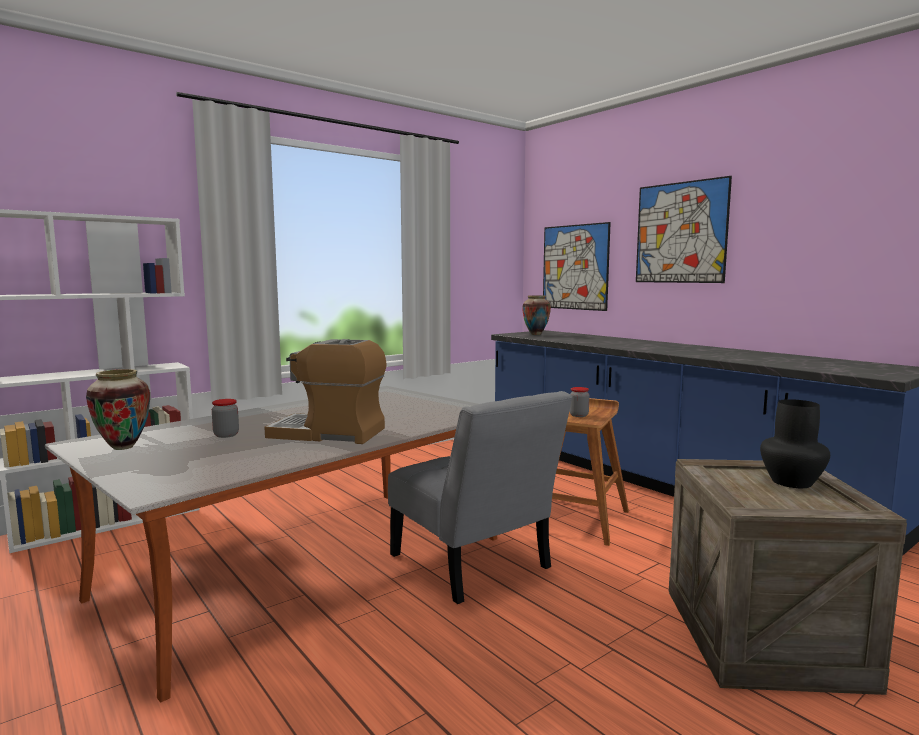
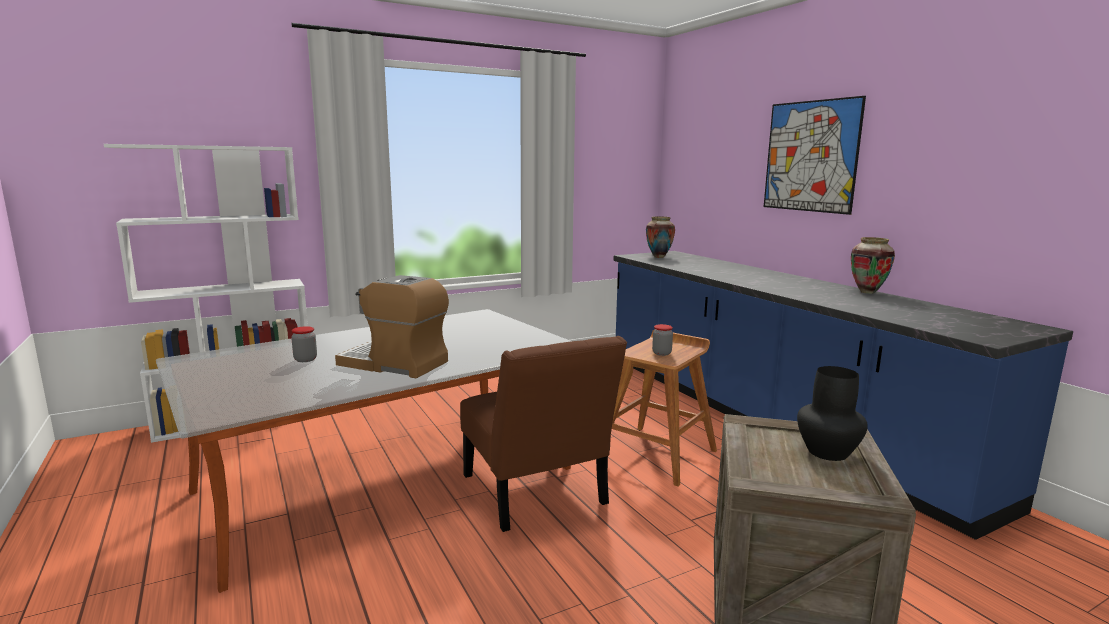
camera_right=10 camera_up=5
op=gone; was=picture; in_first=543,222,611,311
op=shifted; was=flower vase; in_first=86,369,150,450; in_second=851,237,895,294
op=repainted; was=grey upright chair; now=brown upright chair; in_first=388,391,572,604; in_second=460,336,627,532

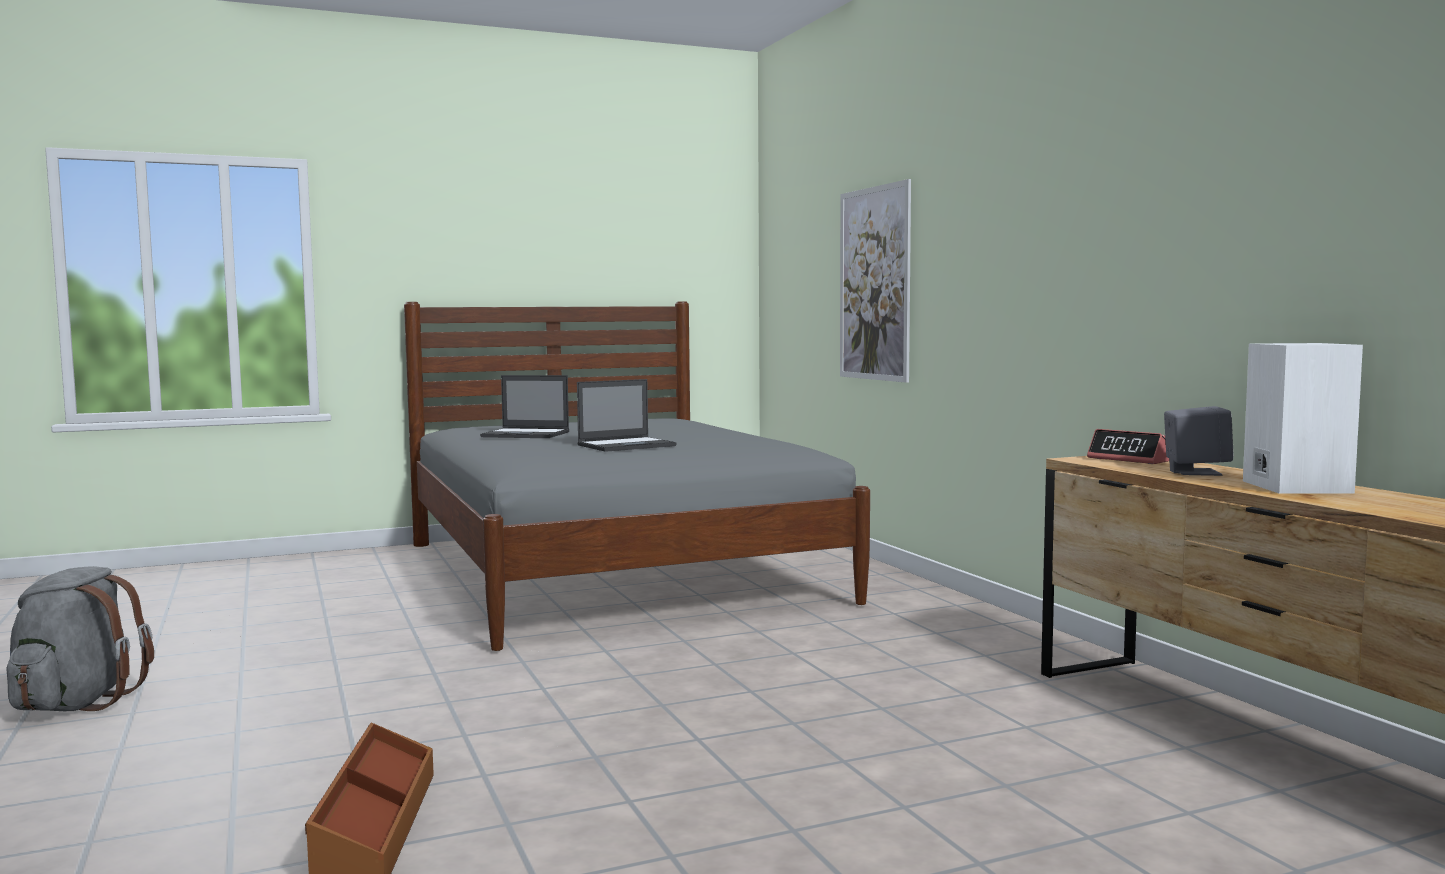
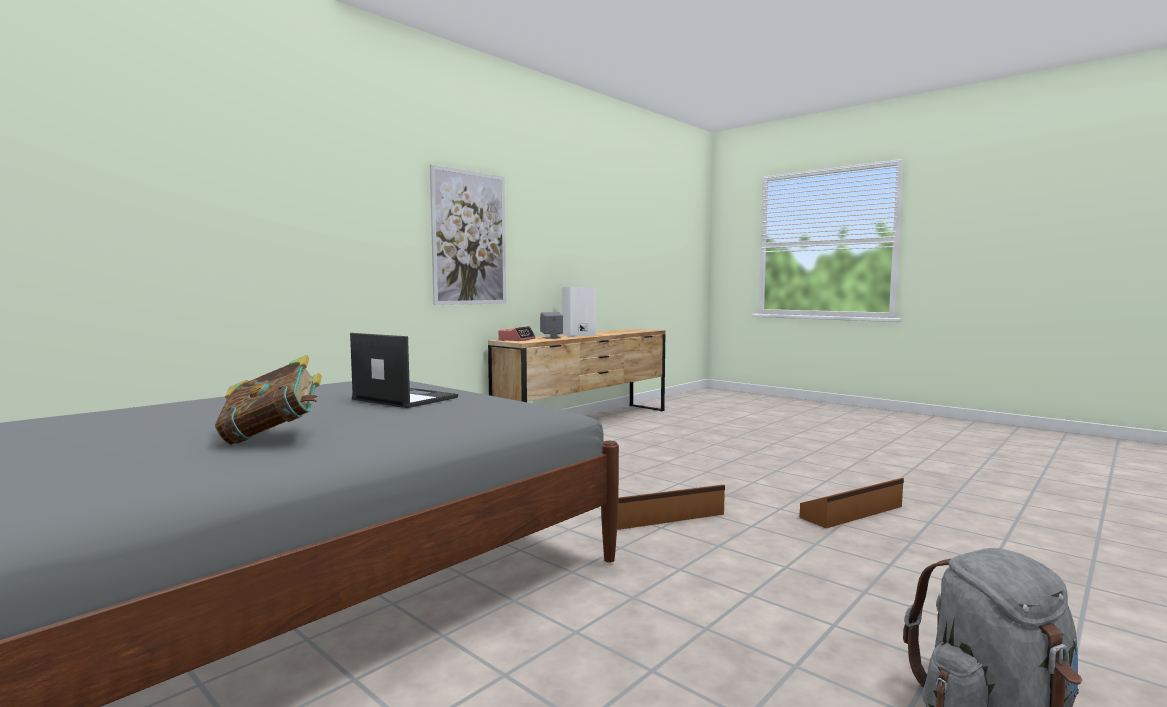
camera_right=-115 camera_up=0
op=new; now=brown storage bin; in_second=617,485,725,530
op=shifted; was=picture; in_first=840,179,911,383; in_second=430,164,506,305
op=swapped; was=portable computer; now=bound book; in_first=480,375,569,438; in_second=215,355,322,445

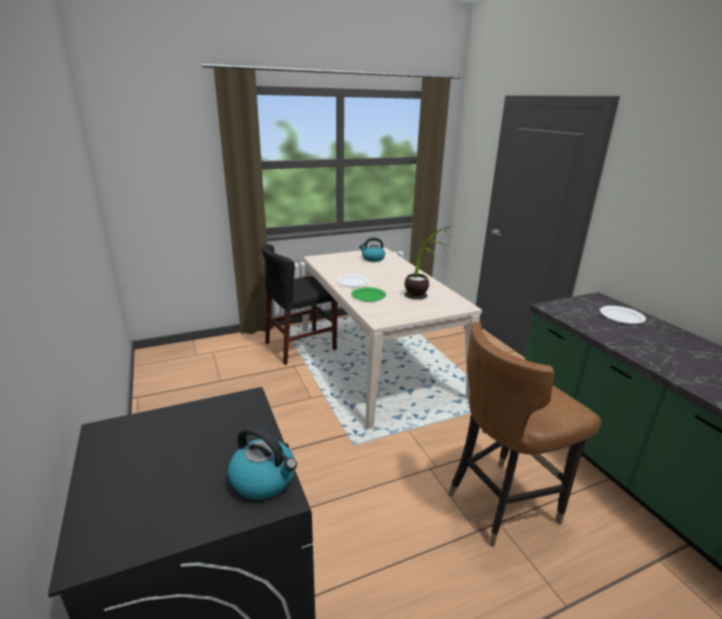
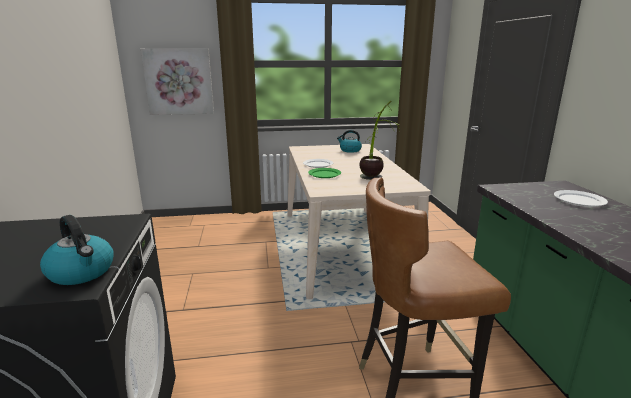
camera_right=15 camera_up=-5
op=gone; was=black upright chair; in_first=261,244,338,365
op=new; now=picture; in_second=141,48,214,115

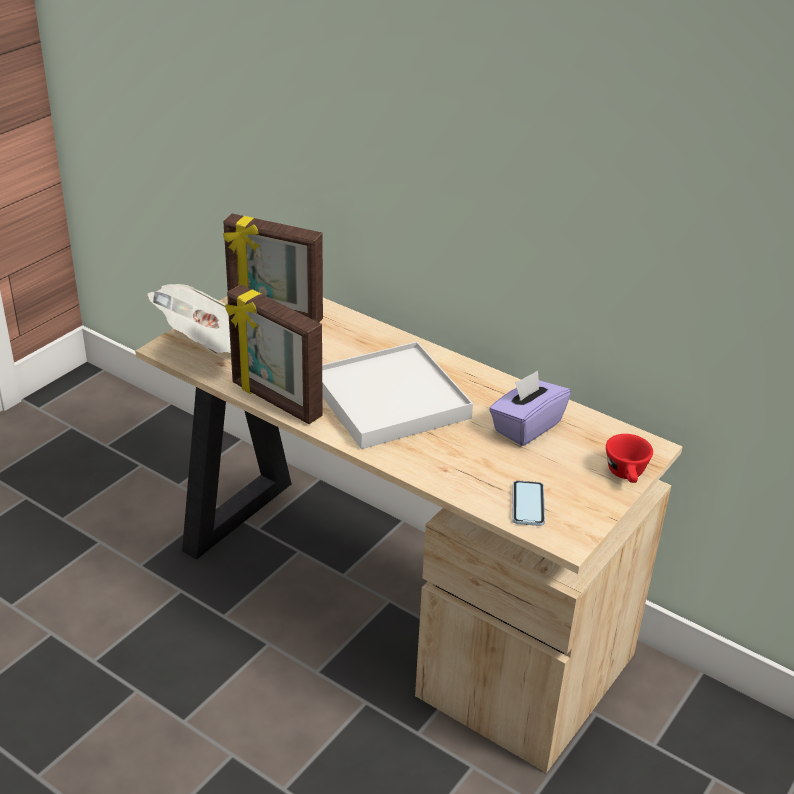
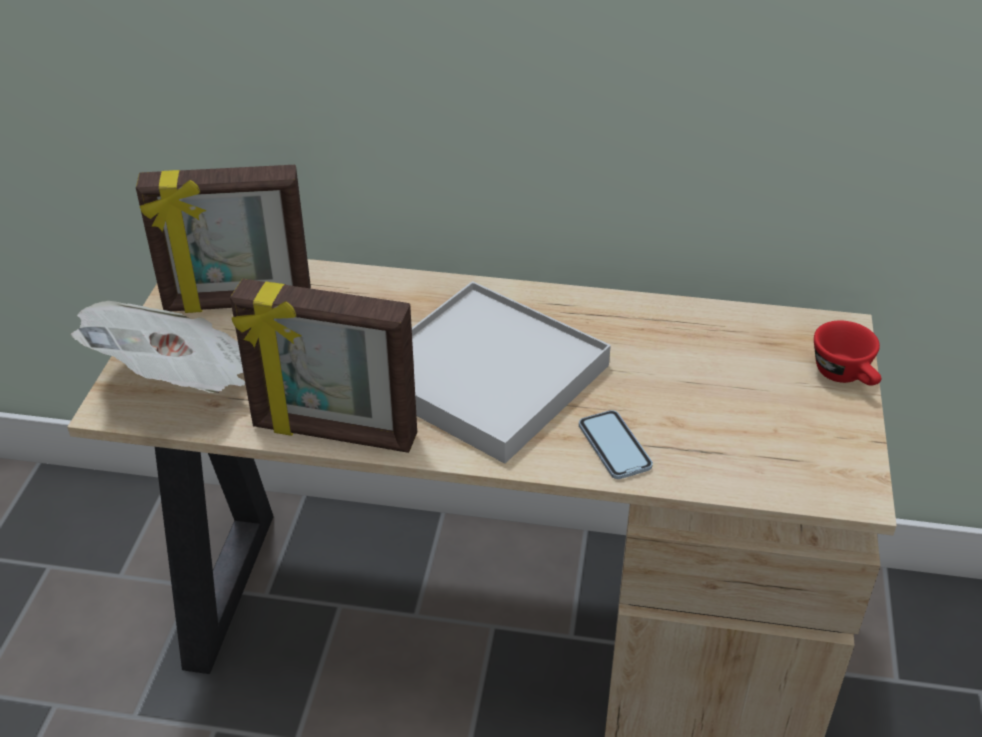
camera_right=-25 camera_up=5
op=gone; was=purple-coloured tissue box; in_first=489,370,571,446
op=shifted; was=handset; in_first=512,480,545,526; in_second=579,410,653,479

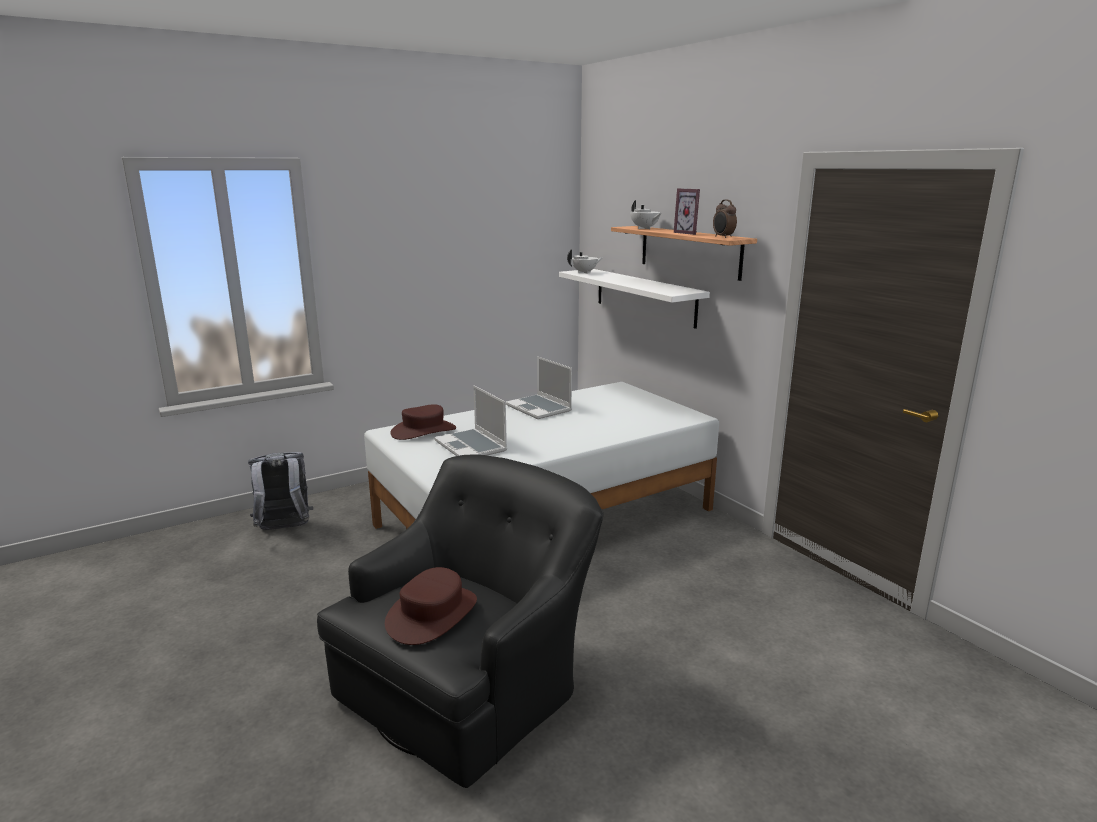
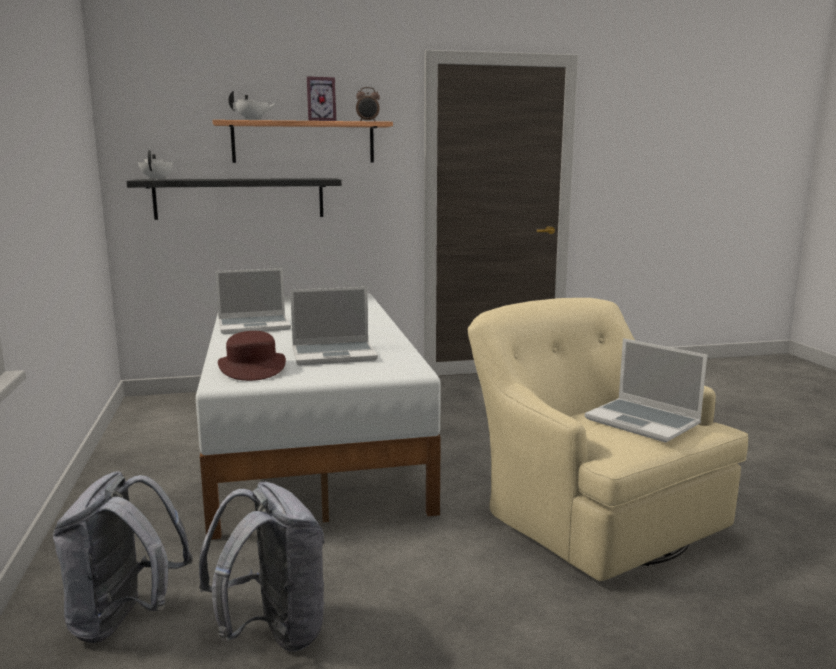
camera_right=-70 camera_up=-5
op=new; now=grey backpack; in_second=199,482,326,652
op=swapped; was=brown hat; now=portable computer; in_first=385,567,477,645; in_second=585,338,707,443
op=repainted; was=black easy chair; now=sand-coloured easy chair; in_first=317,454,603,788; in_second=468,298,748,581
op=repainted; was=whitish bracket shelf; now=black bracket shelf; in_first=559,269,710,329; in_second=126,178,342,220

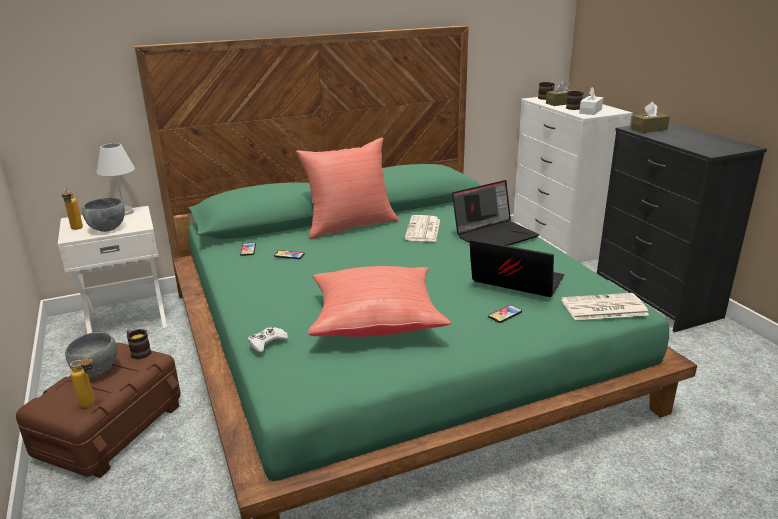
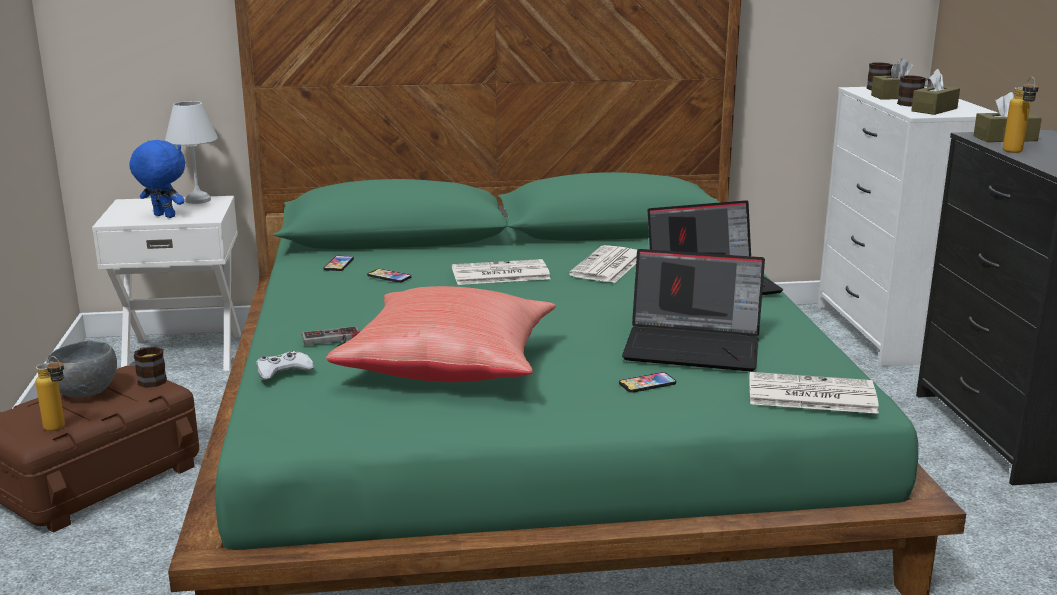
camera_right=15 camera_up=-5
op=gone; was=red throw pillow; in_first=296,138,399,239
op=new; now=joypad; in_second=302,326,360,346
op=new; now=printed paper; in_second=452,259,551,285
op=shifted; was=beverage bottle; in_first=62,188,83,230; in_second=1003,77,1039,153
op=swapped; was=grey bowl; now=bluish cuddly toy; in_first=82,197,125,232; in_second=129,140,185,218
op=repainted; was=whitish tissue box; now=brown tissue box; in_first=579,87,603,115; in_second=911,69,960,115
op=rotated; was=portable computer; in_first=469,239,564,297; in_second=622,249,765,371; clockwise=150

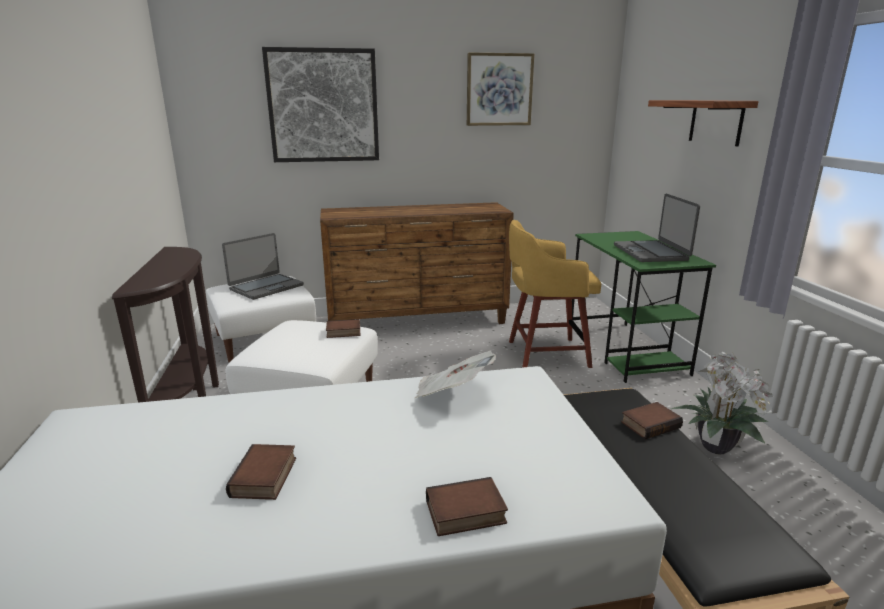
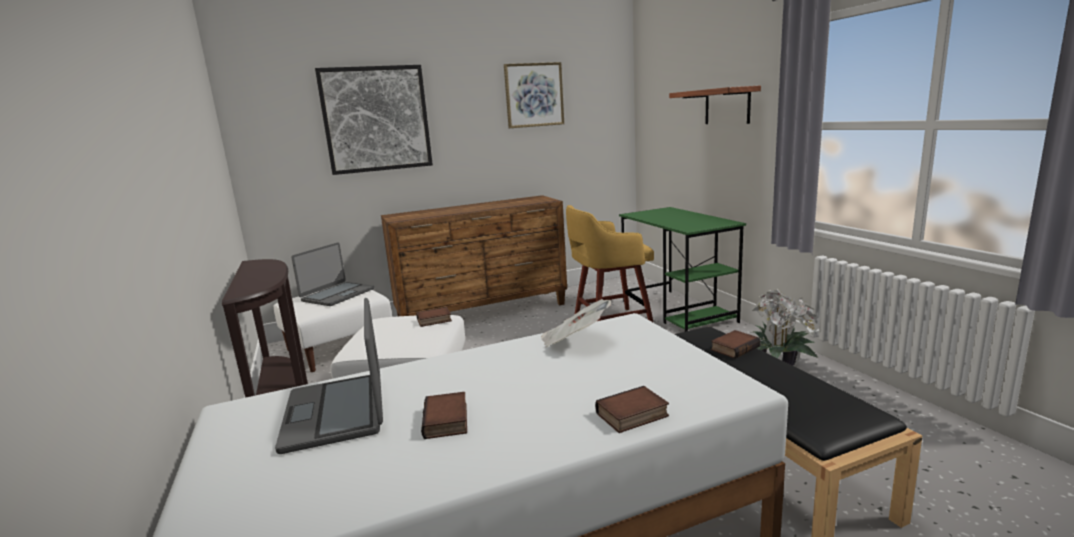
camera_right=-10 camera_up=-5
op=shifted; was=portable computer; in_first=614,193,700,262; in_second=275,298,383,454

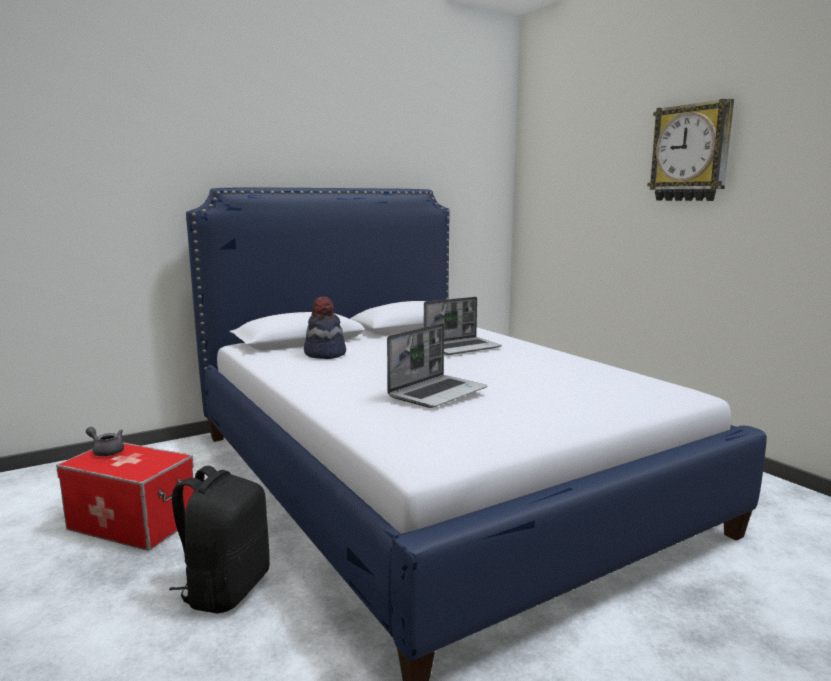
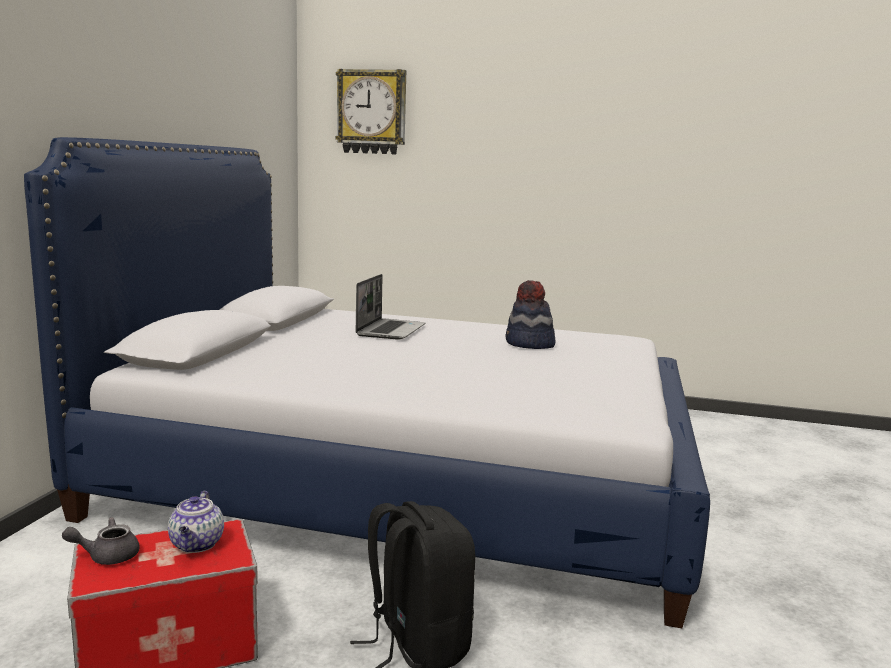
camera_right=-45 camera_up=0
op=gone; was=portable computer; in_first=387,323,488,408
op=new; now=pot for tea; in_second=168,491,224,553
op=shifted; was=hat; in_first=304,296,346,359; in_second=506,280,555,349
op=shifted; was=wall clock; in_first=648,99,734,201; in_second=335,69,406,154

